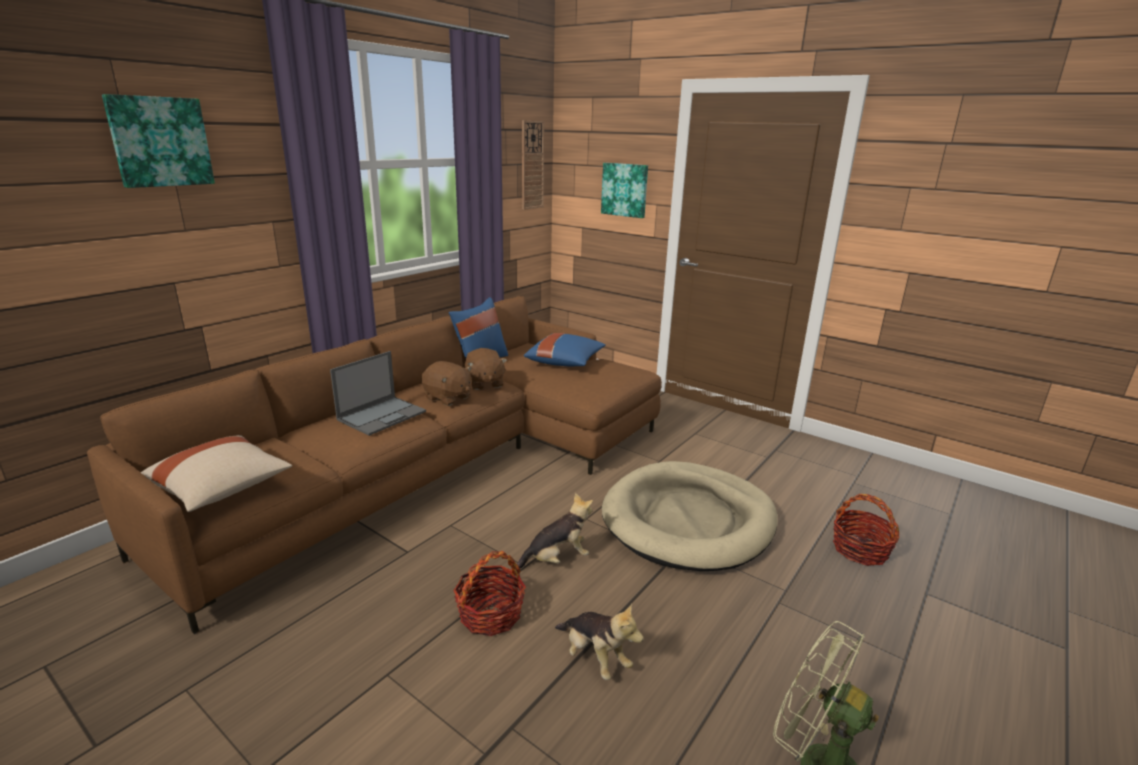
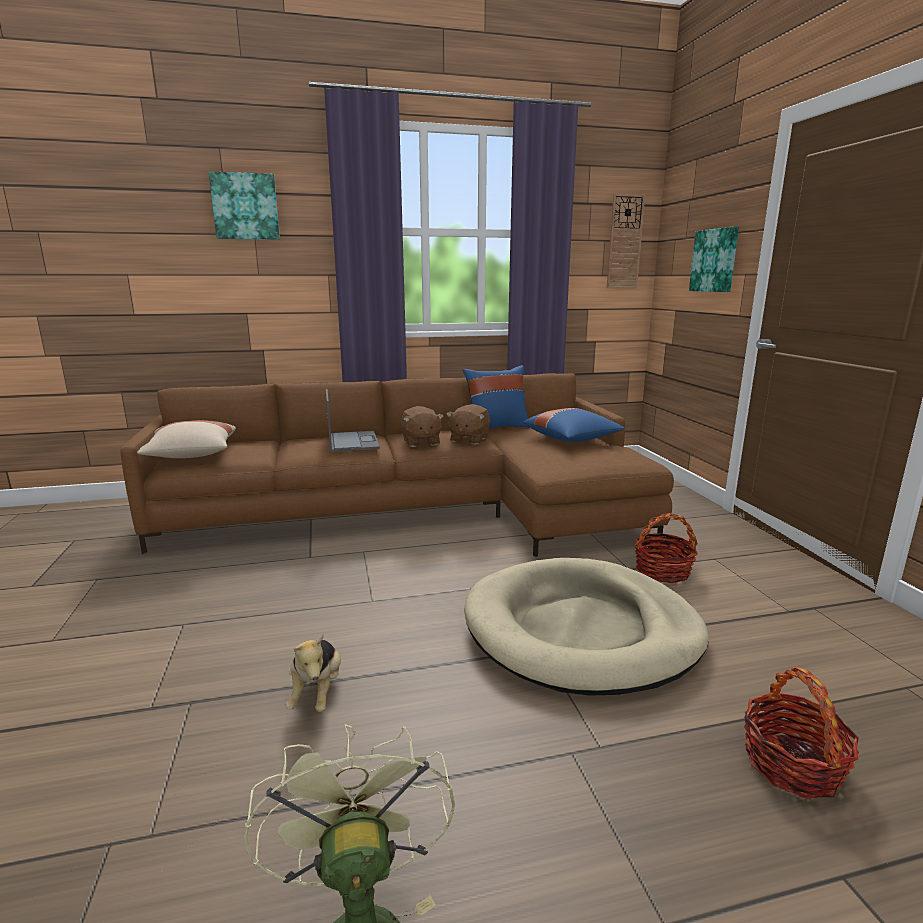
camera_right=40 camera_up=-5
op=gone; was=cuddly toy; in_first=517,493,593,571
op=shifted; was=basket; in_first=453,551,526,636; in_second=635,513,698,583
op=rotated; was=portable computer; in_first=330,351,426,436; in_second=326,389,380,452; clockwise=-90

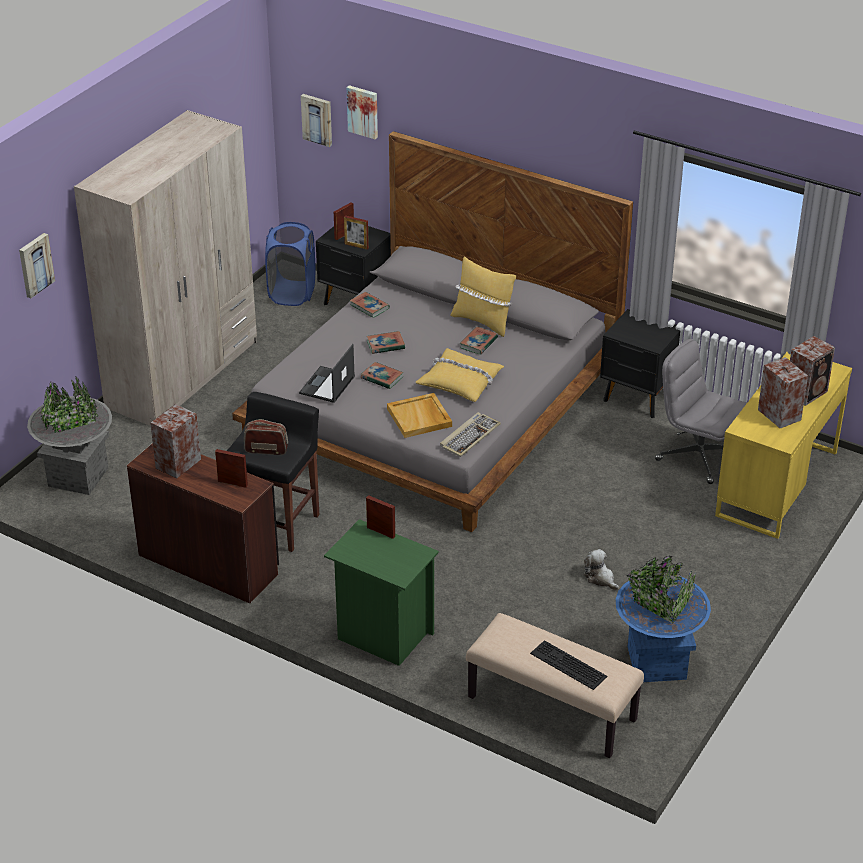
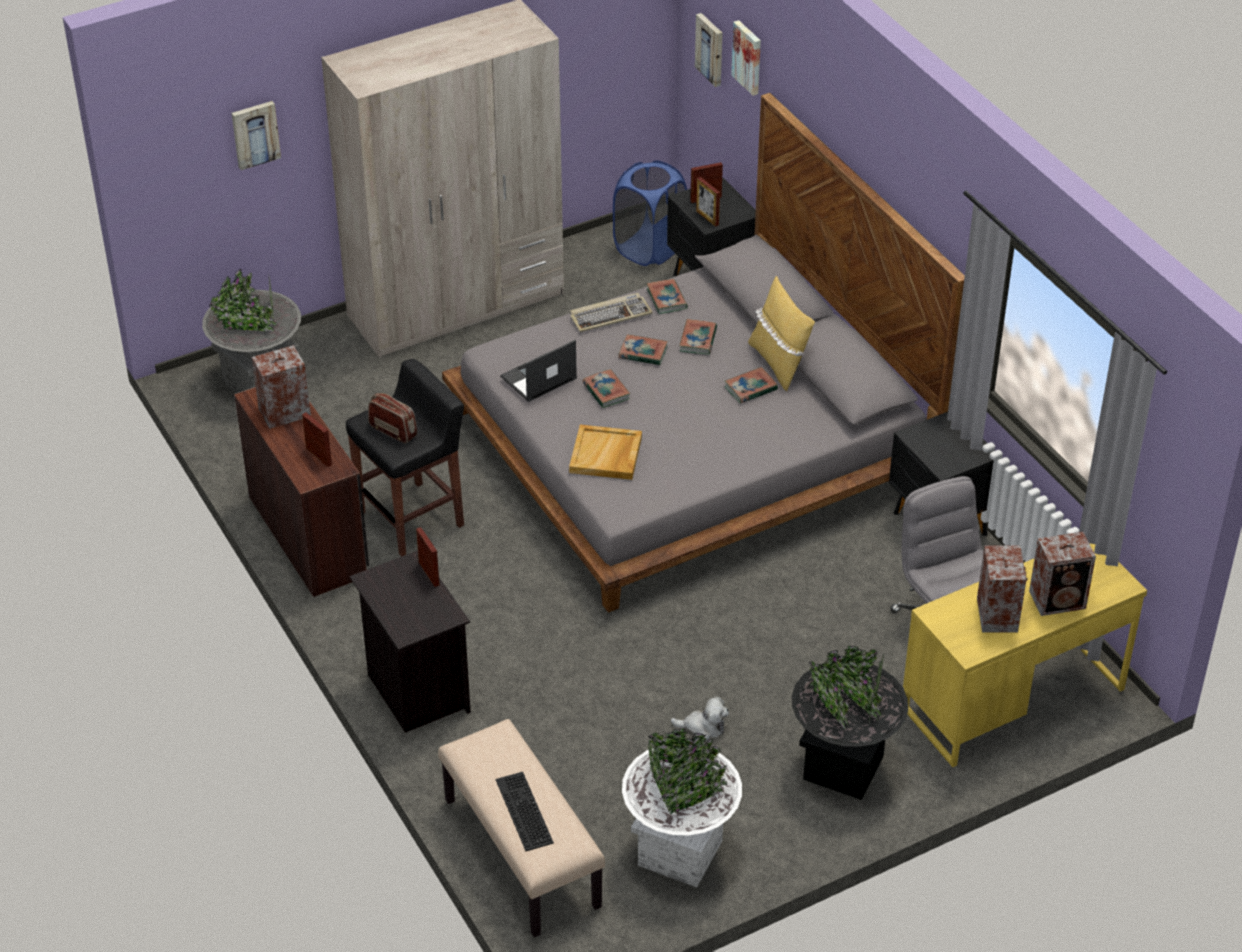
camera_right=30 camera_up=5
op=gone; was=yellow throw pillow; in_first=415,348,504,402
op=new; now=bound book; in_second=679,319,717,355
op=new; now=black flower pot; in_second=792,646,908,800
op=shifted; was=PC keyboard; in_first=440,412,501,457; in_second=570,293,653,332
op=repainted; was=green-coloured bedside table; now=black bedside table; in_first=324,519,439,666; in_second=350,551,471,733
op=repainted; was=bluish flower pot; now=whitish flower pot; in_first=616,556,711,682; in_second=622,729,742,887
op=rotated; was=cuddly toy; in_first=584,549,619,591; in_second=670,696,729,741; clockwise=105

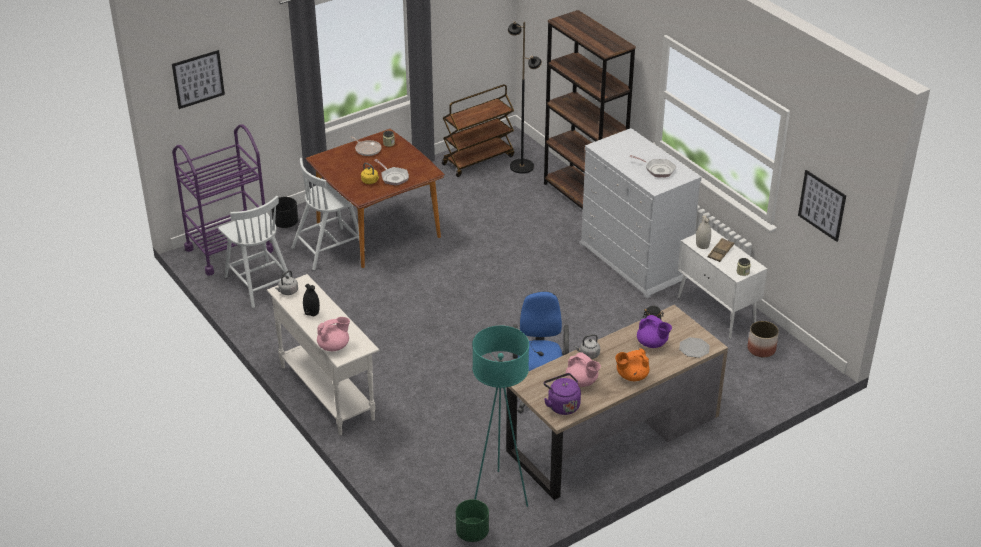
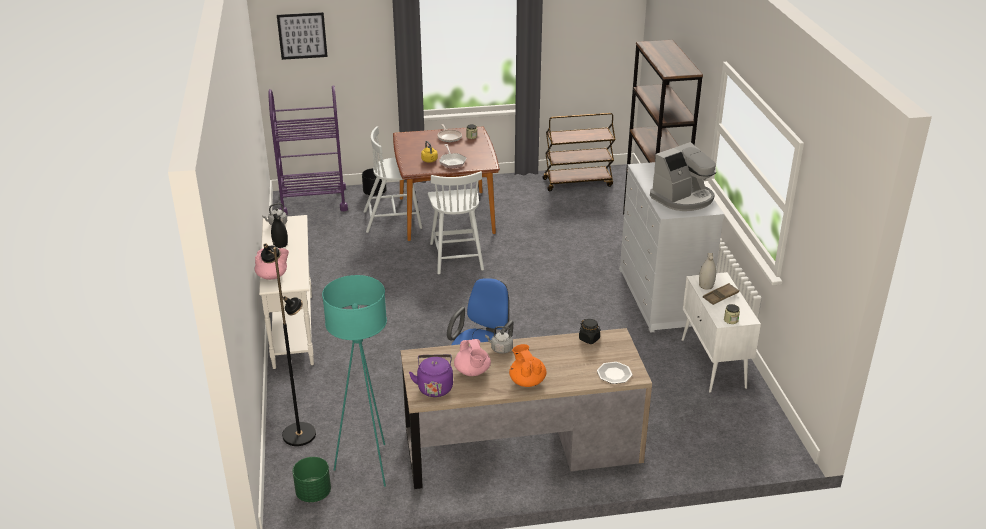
camera_right=25 camera_up=-5
op=gone; was=purple-coloured pot for tea; in_first=637,315,672,348
op=gone; was=flower pot; in_first=748,321,779,357
op=gone; was=picture; in_first=798,170,846,242
op=shifted; was=whitish upright chair; in_first=218,196,290,308; in_second=428,171,484,274
op=shifted; was=black floor lamp; in_first=508,21,542,174; in_second=261,243,316,446
op=swapped; was=frying pan; now=coffee machine; in_first=629,155,676,177; in_second=650,142,716,211
op=rotated; was=orangey pot for tea; in_first=615,348,650,381; in_second=509,344,547,387; clockwise=60

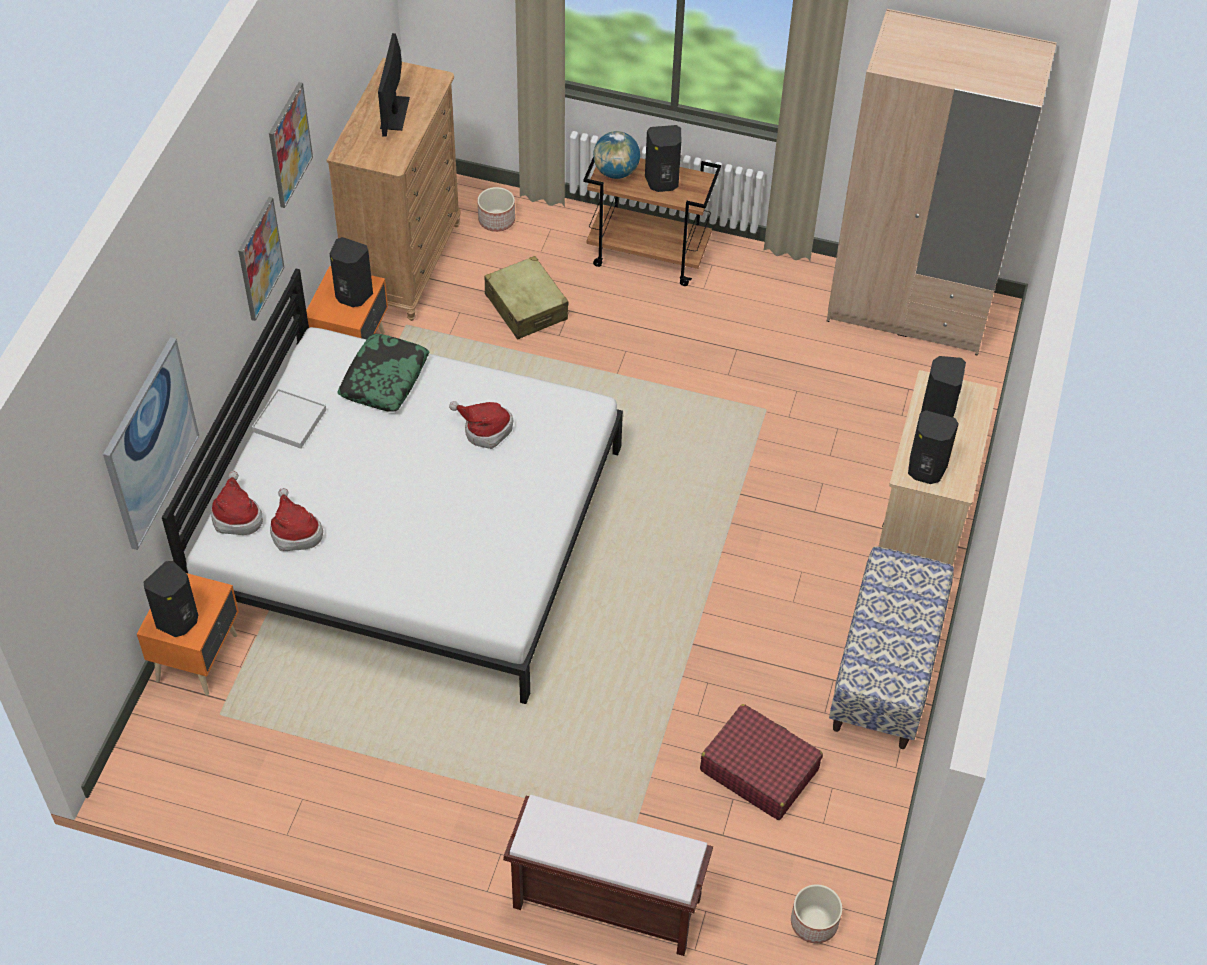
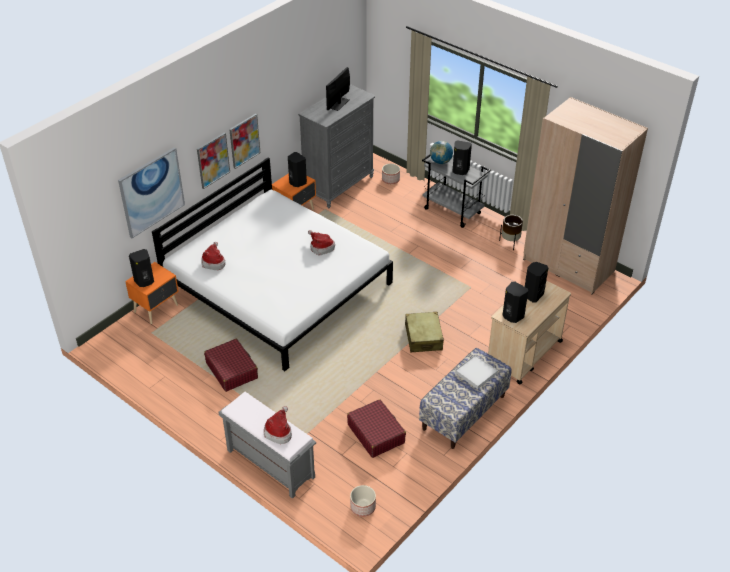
camera_right=25 camera_up=-10
op=gone; was=throw pillow; in_first=337,334,429,412
op=new; now=red suitcase; in_second=204,339,258,392
op=new; now=brown flower pot; in_second=499,215,523,250
op=shifted; was=hat; in_first=211,471,263,535; in_second=264,406,292,444
op=shifted; was=whitish serving tray; in_first=252,389,326,449; in_second=455,355,498,389
op=shifted; was=picture; in_first=269,82,313,208; in_second=197,132,230,189
op=shifted; was=sand-coloured suitcase; in_first=484,256,568,340; in_second=405,312,444,353
op=repainted; was=brown drawer chest; now=grey drawer chest; in_first=327,58,461,321; in_second=298,84,375,208
op=repainted; was=brown long seat; now=grey long seat; in_first=503,795,713,956; in_second=219,392,316,499
op=repainted; was=brown wheeled cart; now=grey wheeled cart; in_first=583,157,721,286; in_second=422,154,491,228

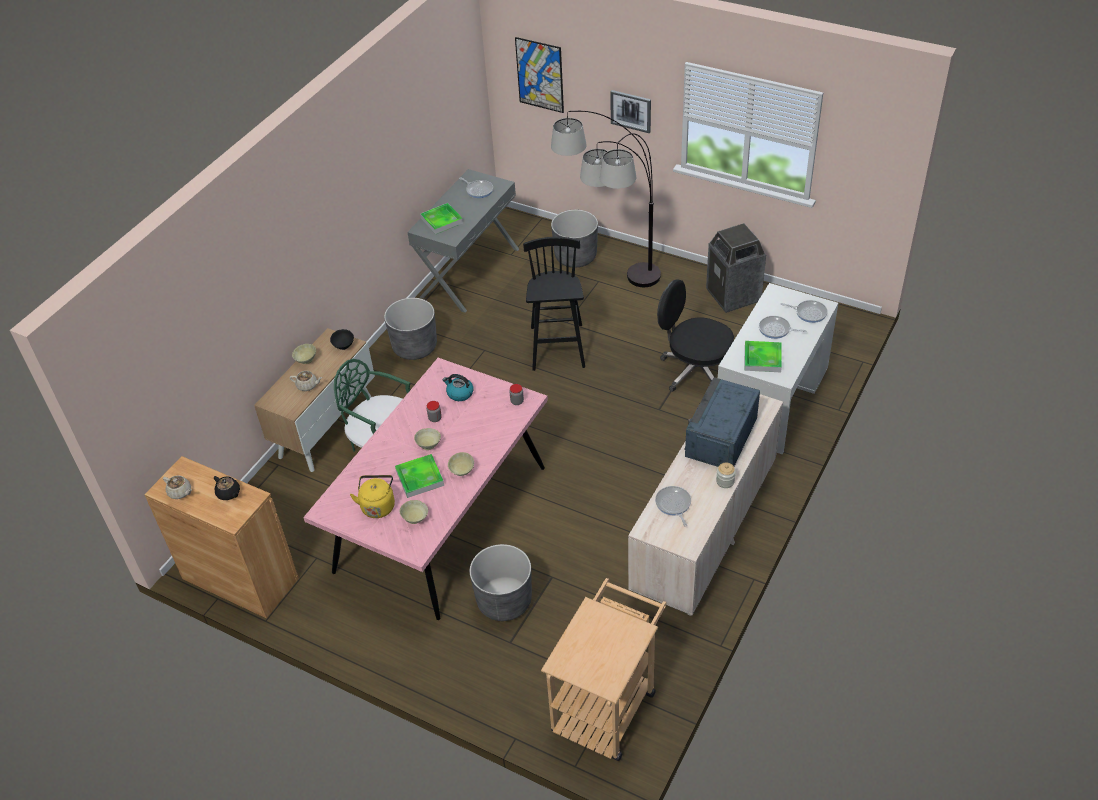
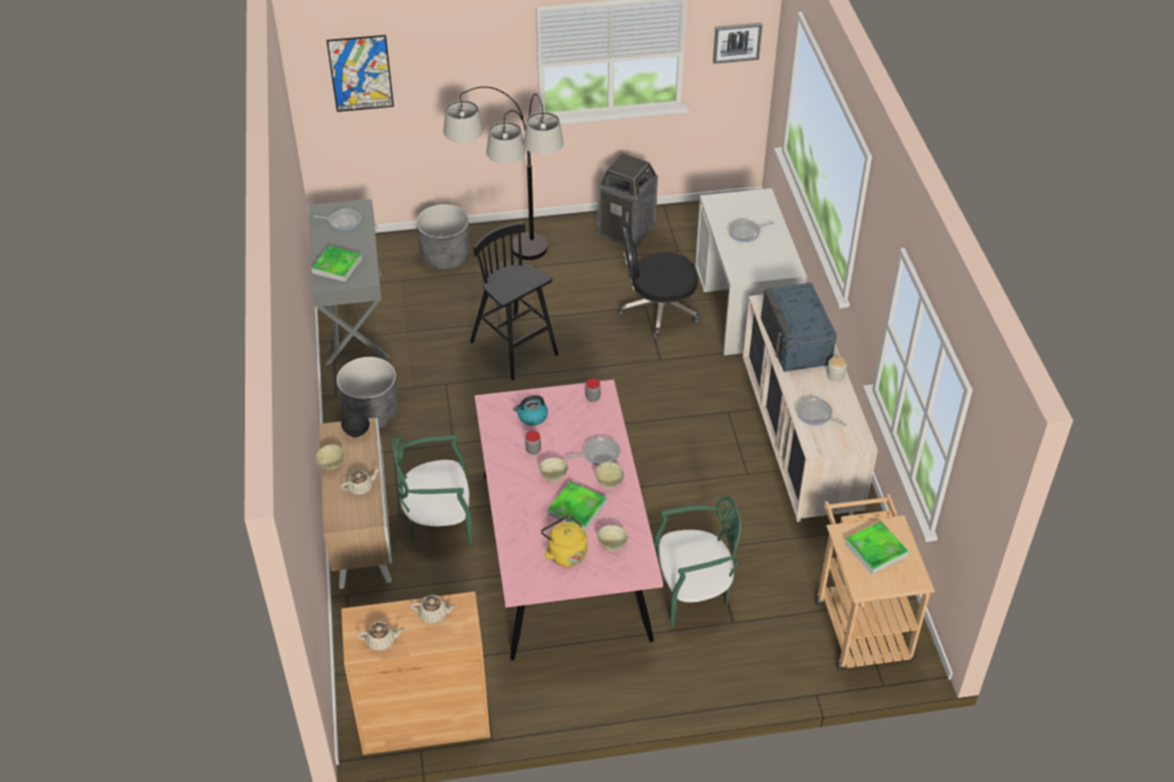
camera_right=-40 camera_up=0
op=shifted; was=picture; in_first=610,90,651,133; in_second=713,23,762,64
op=shifted; was=serving tray; in_first=744,341,782,372; in_second=844,521,909,574
op=shifted; was=frying pan; in_first=781,300,828,323; in_second=566,437,621,466
op=swapped; was=grey flower pot; now=green-coloured upright chair; in_first=469,544,532,621; in_second=654,496,741,627
op=repainted; was=black pot for tea; now=sand-coloured pot for tea; in_first=214,476,240,500; in_second=410,595,457,623

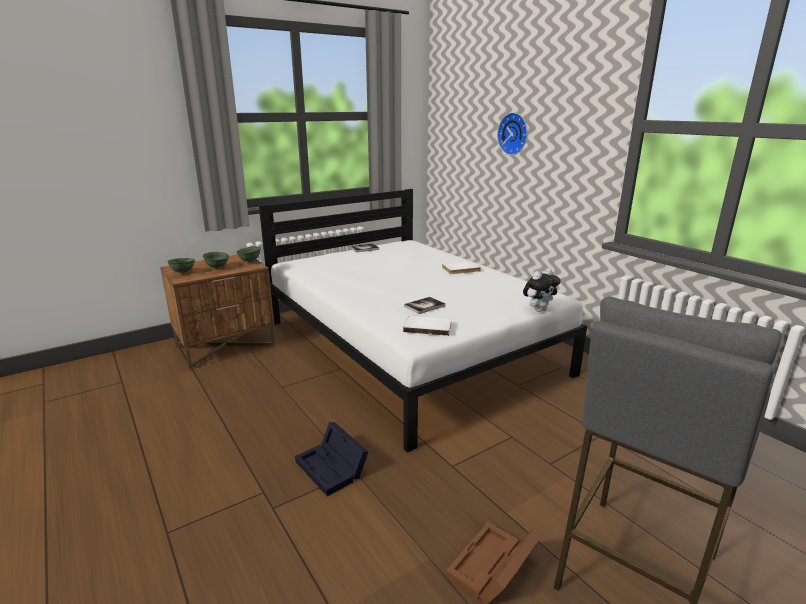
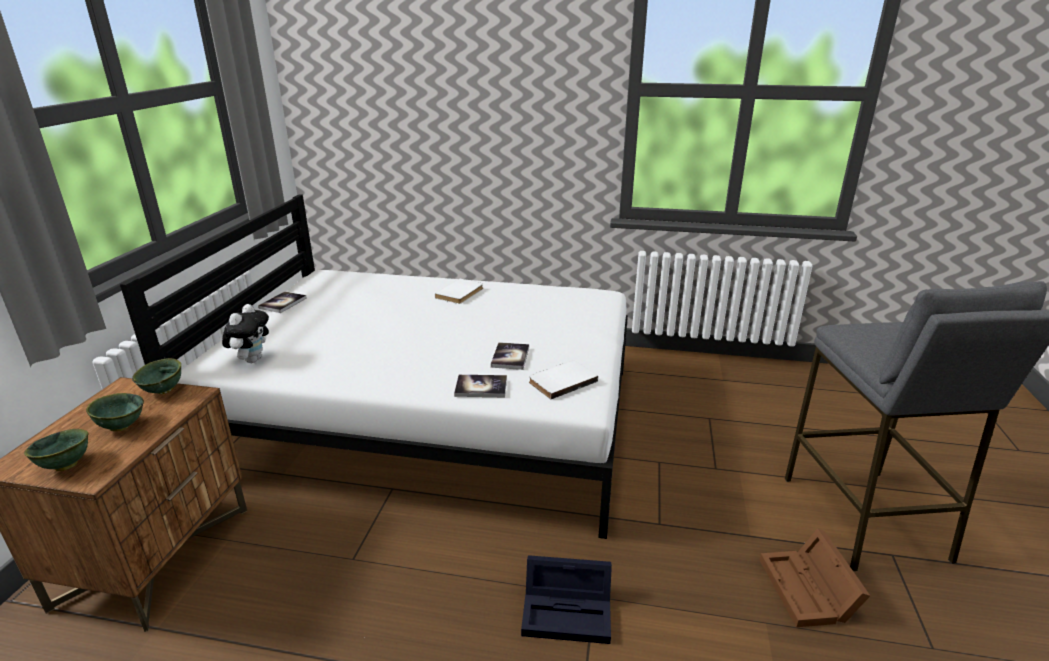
camera_right=-45 camera_up=5
op=gone; was=wall clock; in_first=497,112,528,155
op=new; now=bound book; in_second=454,375,507,397
op=shifted; was=cuddly toy; in_first=523,268,561,312; in_second=222,304,269,363

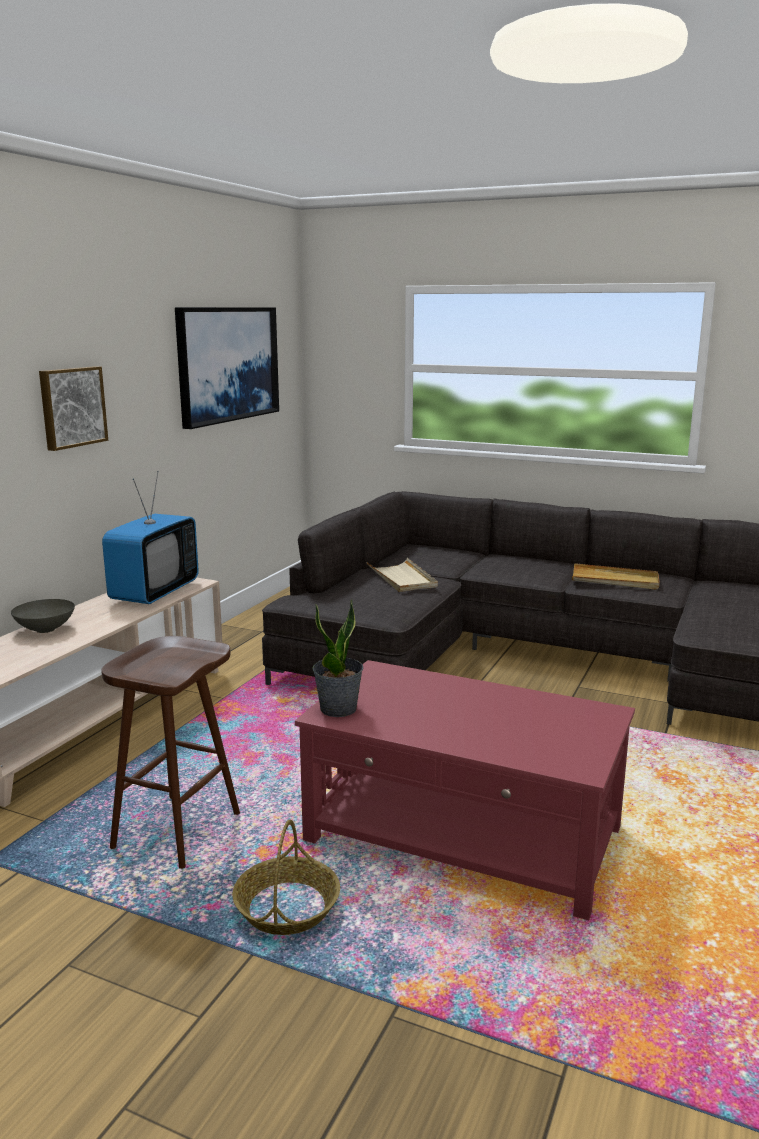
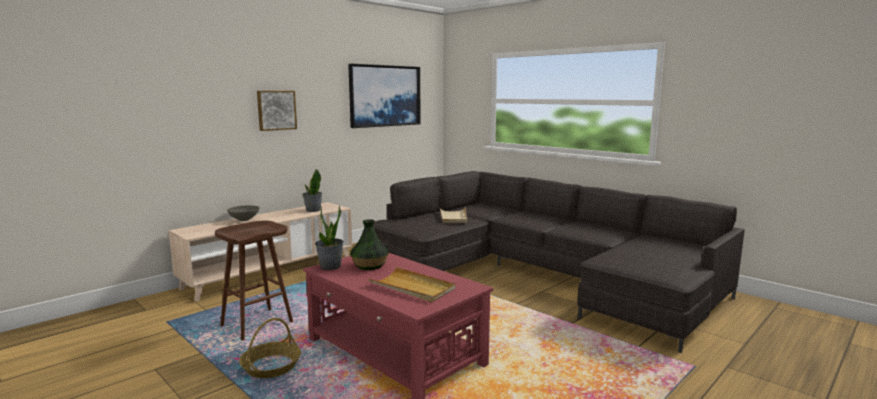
camera_right=20 camera_up=-5
op=new; now=flower vase; in_second=350,219,389,270
op=shifted; was=sand-coloured serving tray; in_first=572,563,660,590; in_second=368,267,456,302
op=swapped; was=TV set; now=plant in a pot; in_first=102,471,199,604; in_second=303,169,322,212

